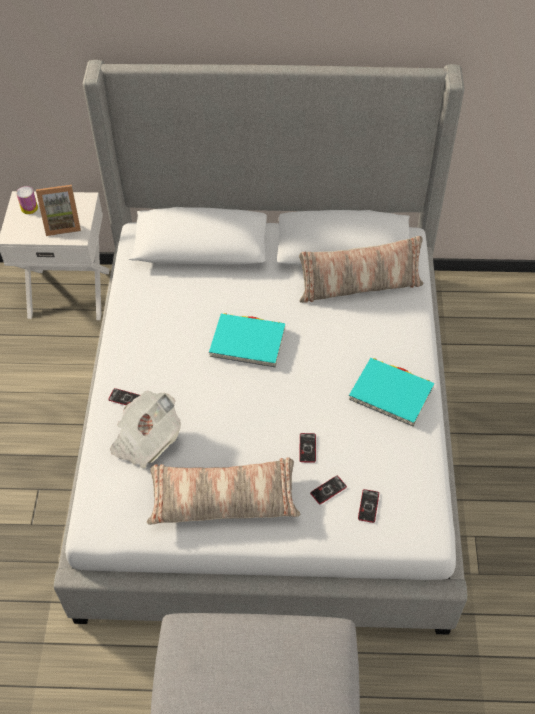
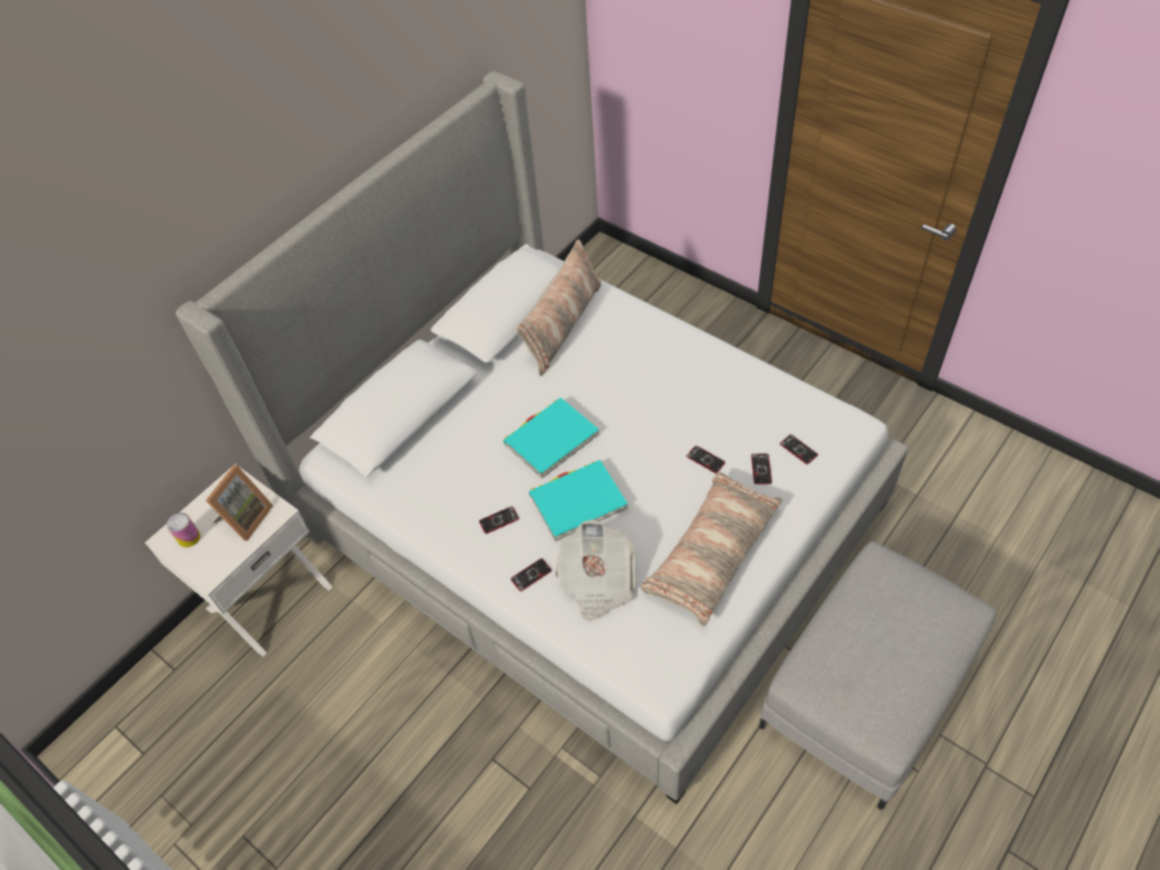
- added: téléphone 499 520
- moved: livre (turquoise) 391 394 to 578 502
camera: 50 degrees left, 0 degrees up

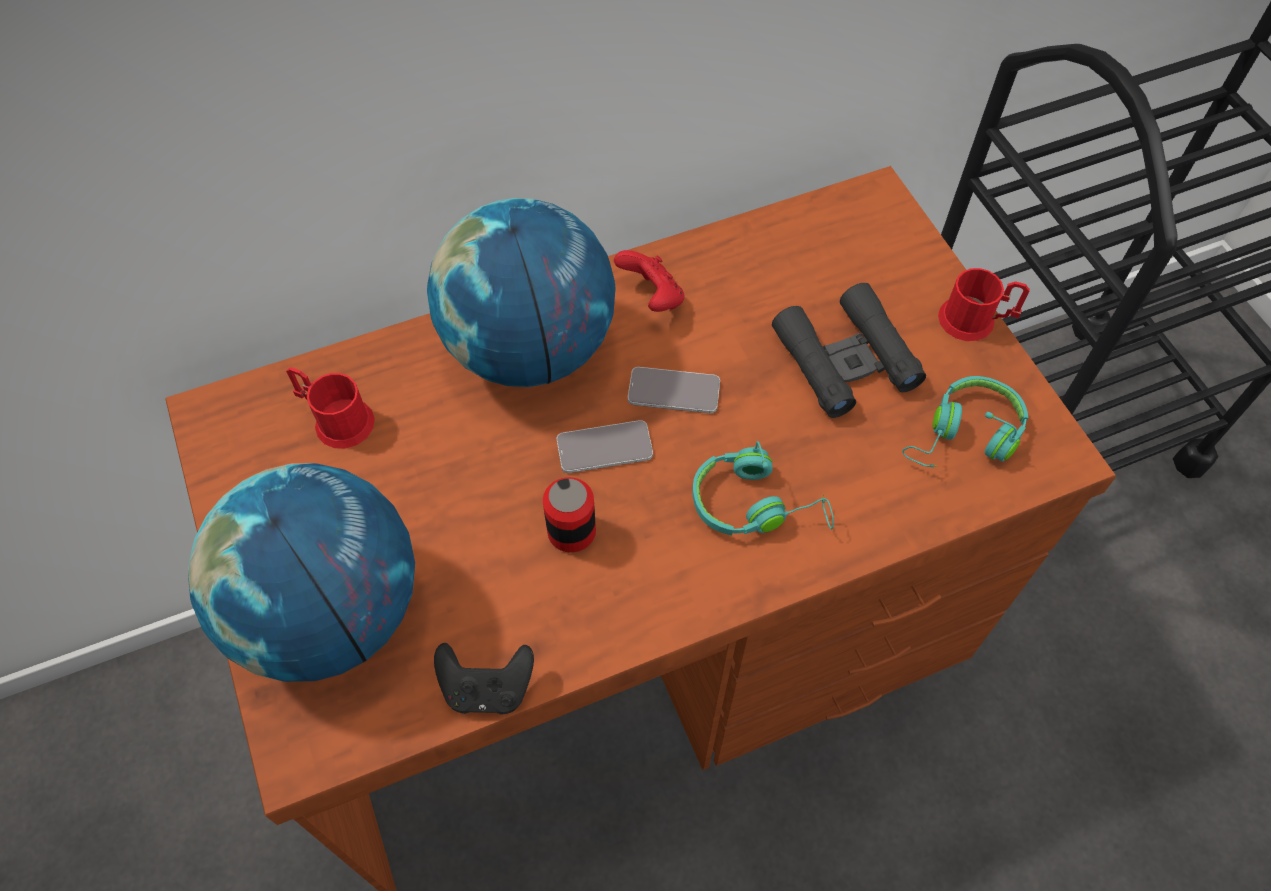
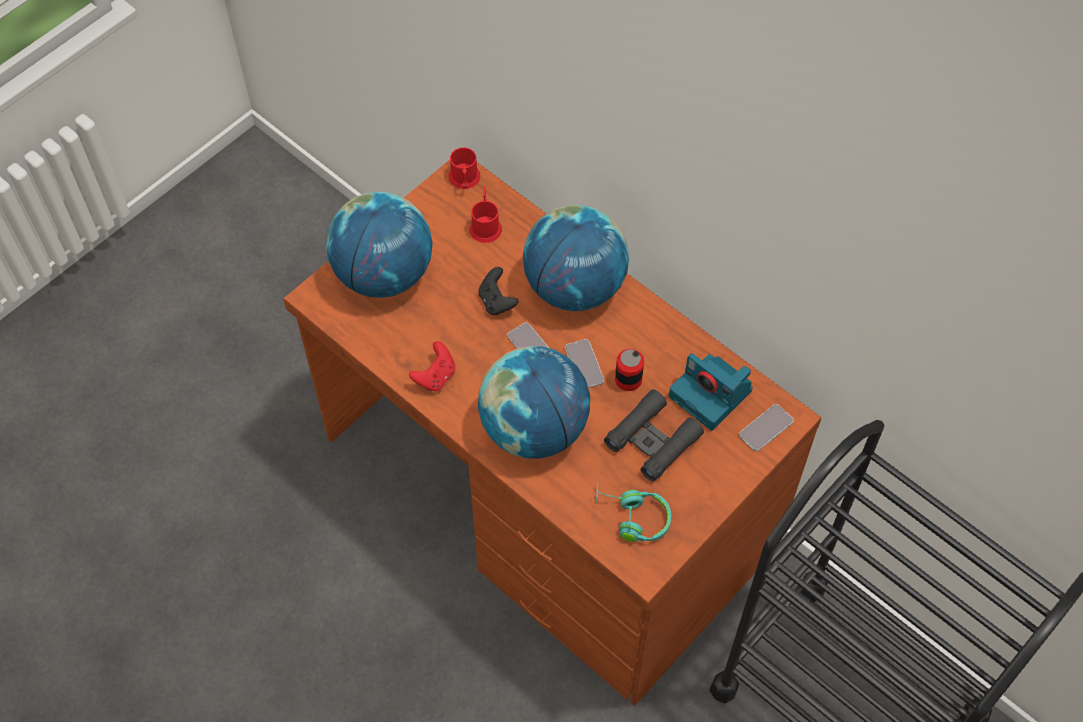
- added: appareil photo 712 394
- added: téléphone 766 428
- moved: manette (noir) 487 688 to 497 301
- moved: boîte métallique 571 531 to 628 380
- moved: manette (rouge) 652 297 to 435 376
- moved: mug (rouge) 975 321 to 464 180
- replaced: casque audio (turquoise) 756 503 to globe 534 428
camera: 65 degrees right, 0 degrees up

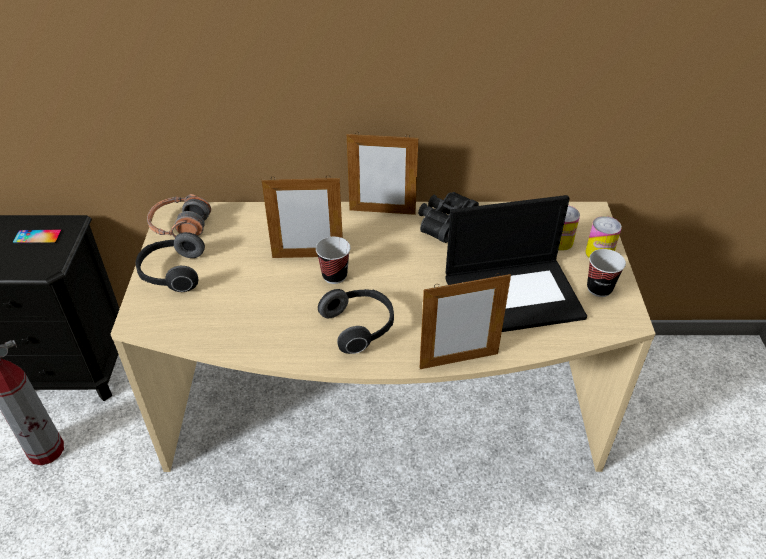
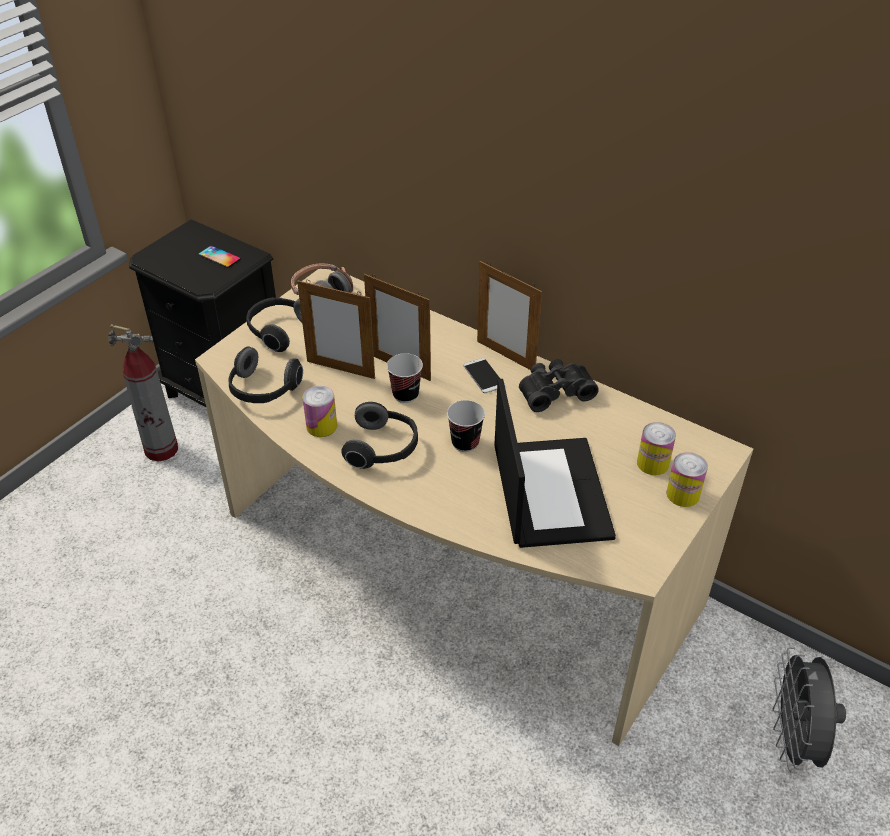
- added: casque audio 263 390
- added: boîte métallique 321 426
- added: téléphone 483 376
- added: ventilateur (gris) 793 741
- moved: cadre photo 458 361 to 340 369
- moved: tasse 599 288 to 465 443
- turned: ordinateur portable 514 295 = 549 491 120 degrees counterclockwise
camera: 35 degrees right, 0 degrees up

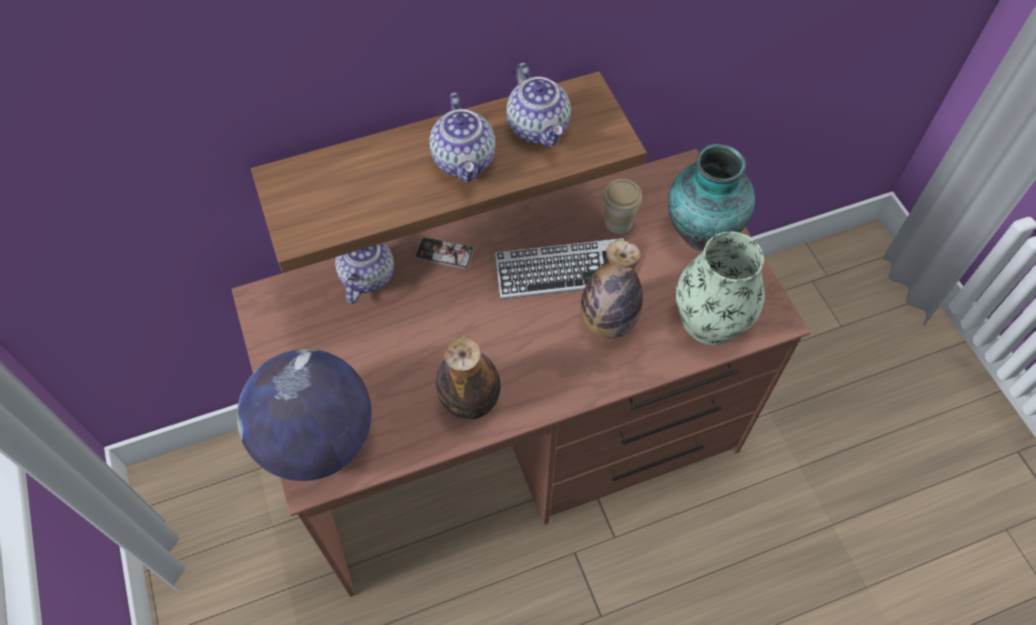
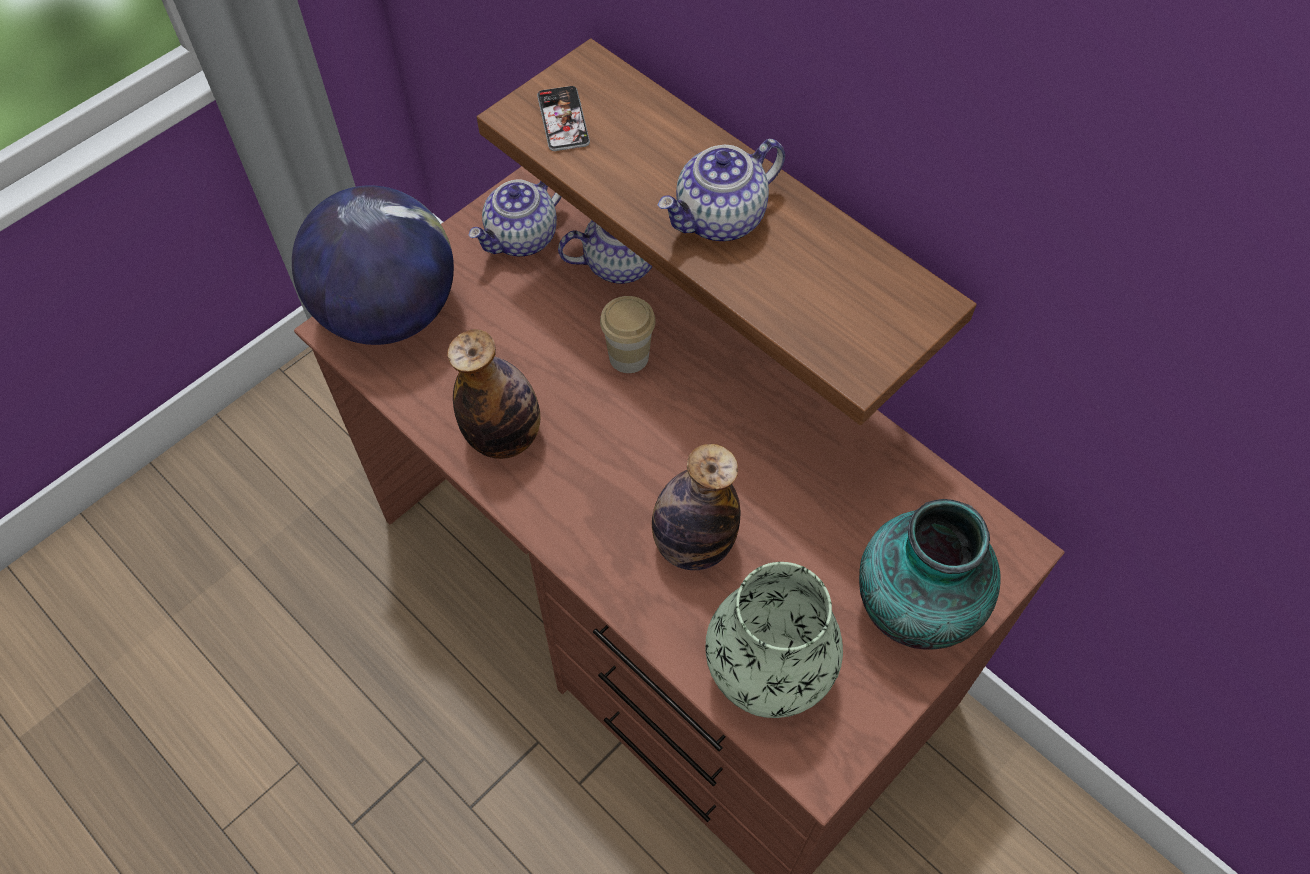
- removed: clavier 561 273
- moved: téléphone 444 253 to 563 119
- moved: théière 539 128 to 522 238
- moved: tasse 618 222 to 628 356
camera: 65 degrees right, 0 degrees up

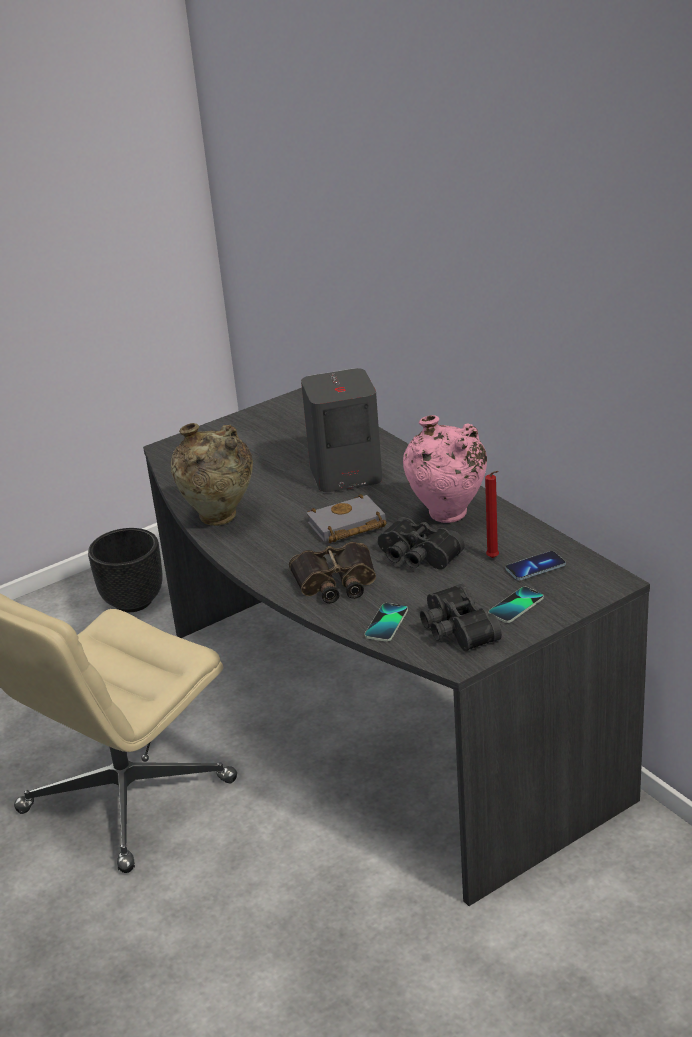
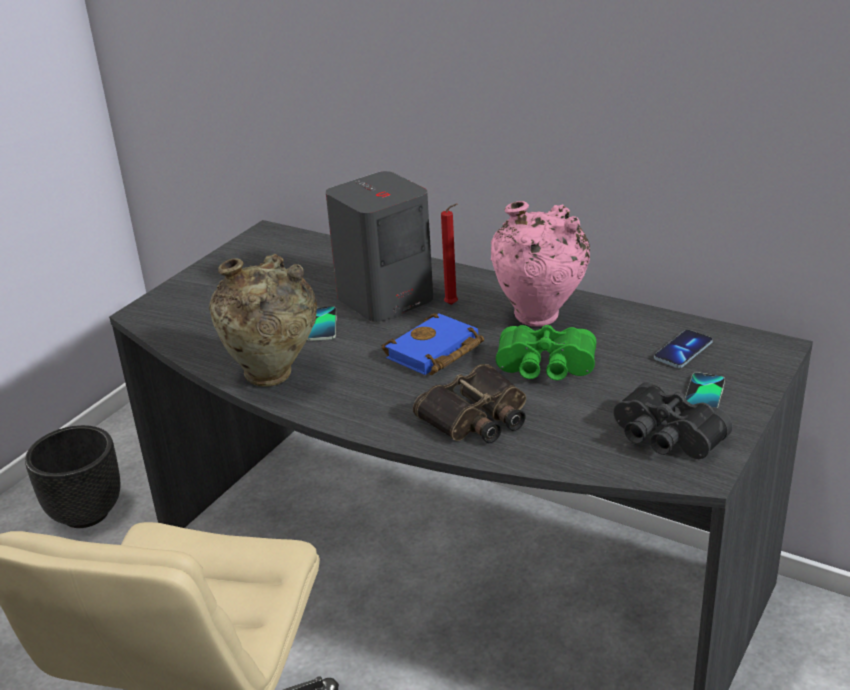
- moved: téléphone 386 623 to 322 325
- moved: bougie (rouge) 494 558 to 453 305
- recoloured: livre (gris) 346 526 to livre (bleu) 434 353
- recoloured: jumelles (noir) 417 557 to jumelles (vert) 545 368
camera: 25 degrees left, 0 degrees up

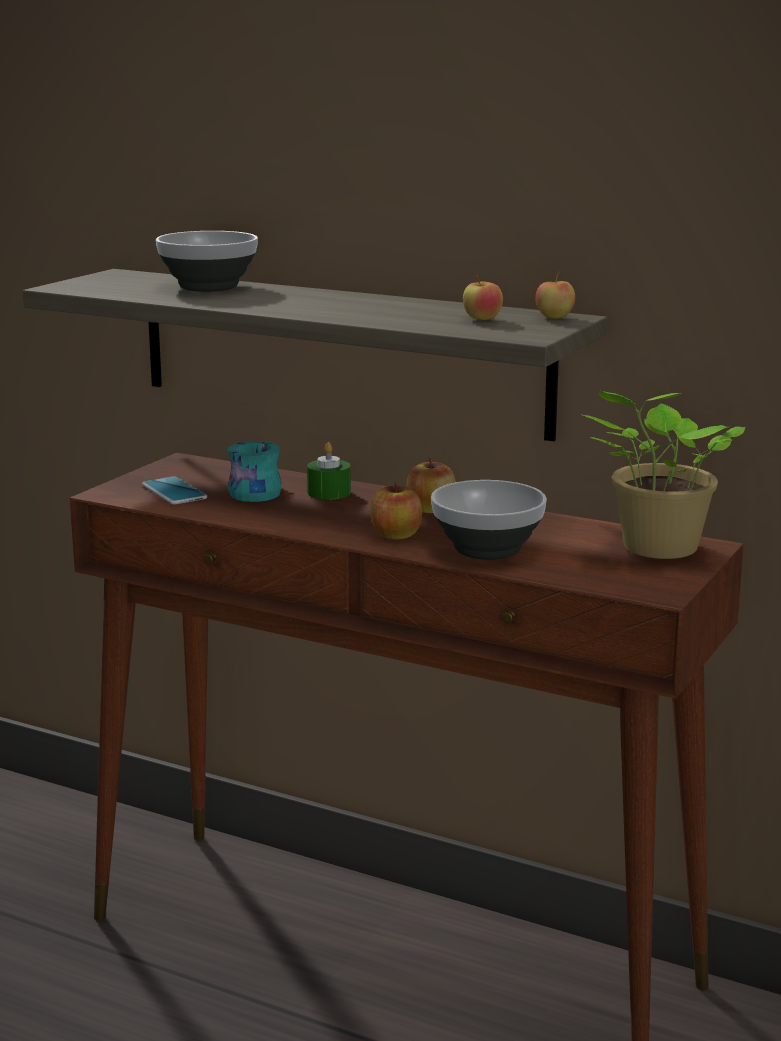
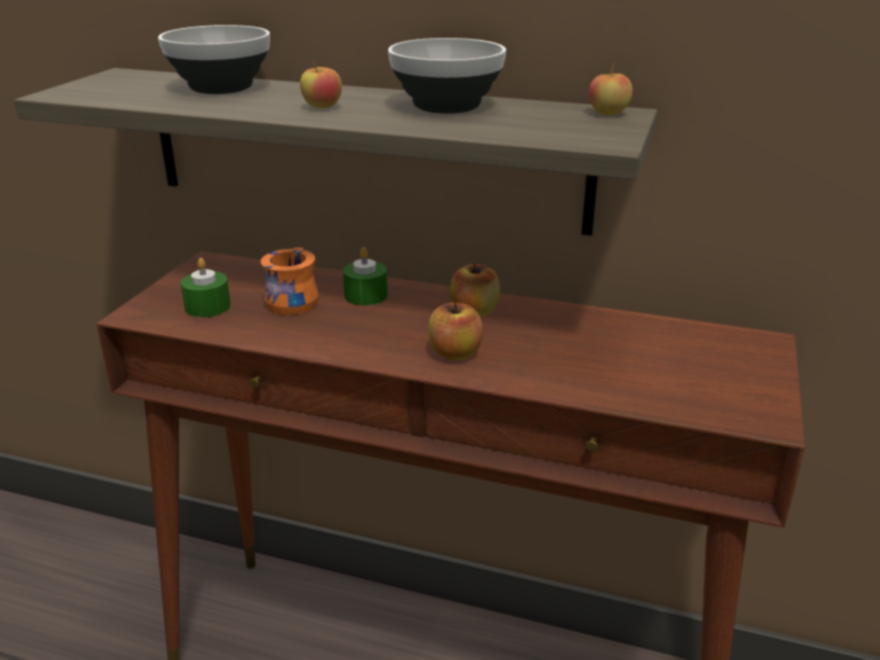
- removed: plante en pot 655 549
- moved: bol 485 549 to 445 106
- moved: pomme 482 319 to 322 107
- replaced: téléphone 174 492 to bougie (vert) 208 307
- recoloured: mug (turquoise) 254 491 to mug (orange) 290 299
camera: 10 degrees left, 10 degrees up

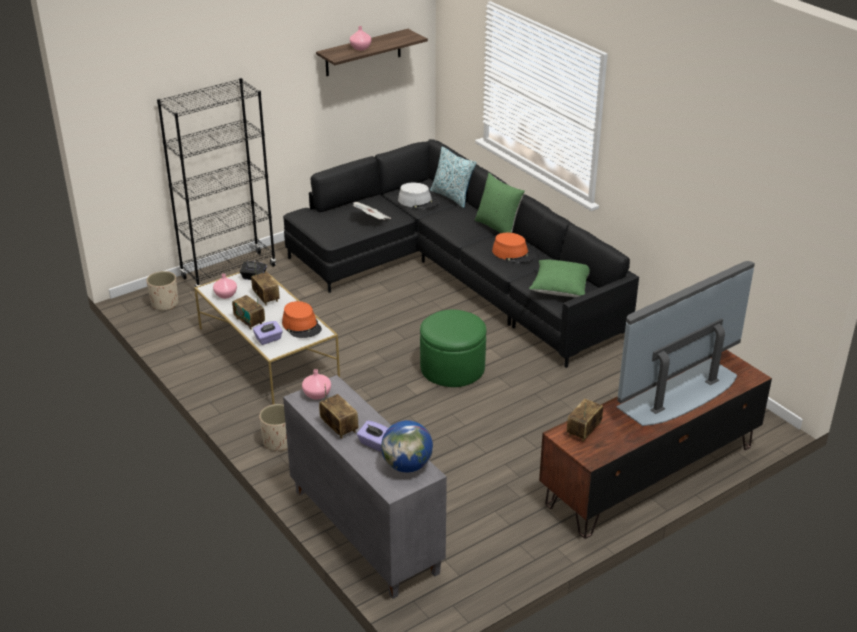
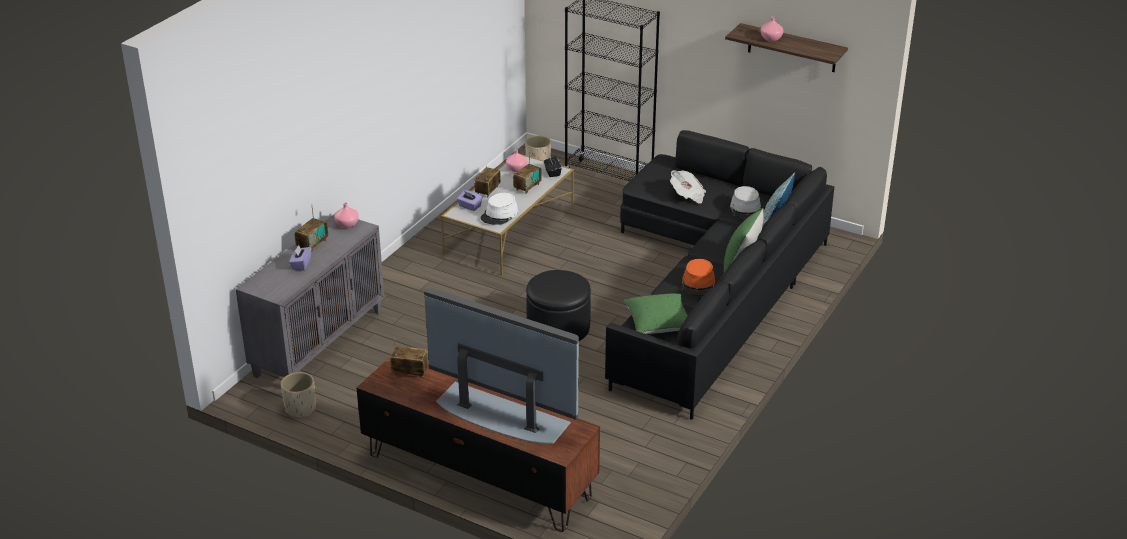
- removed: globe 407 466
- moved: cache-pot (beige) 278 442 to 300 409
- recoloured: chapeau (orange) 302 326 to chapeau (blanc) 499 215
- recoloured: pouf (vert) 452 368 to pouf (noir) 558 327
camera: 65 degrees right, 0 degrees up

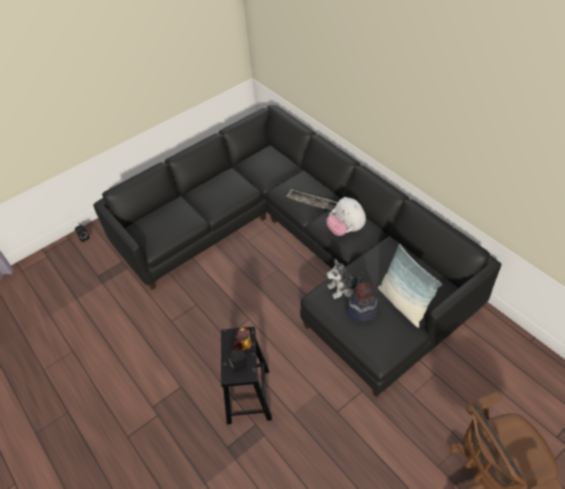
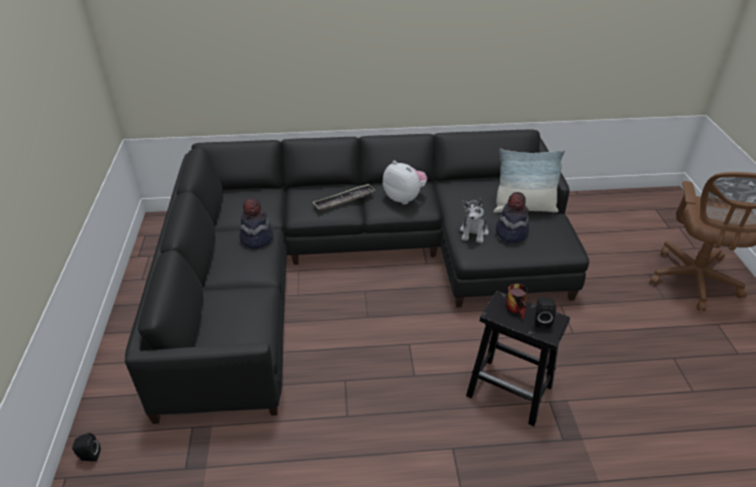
- added: chapeau 256 238
- turned: peluche 345 229 = 404 198 135 degrees counterclockwise
camera: 60 degrees left, 10 degrees down

